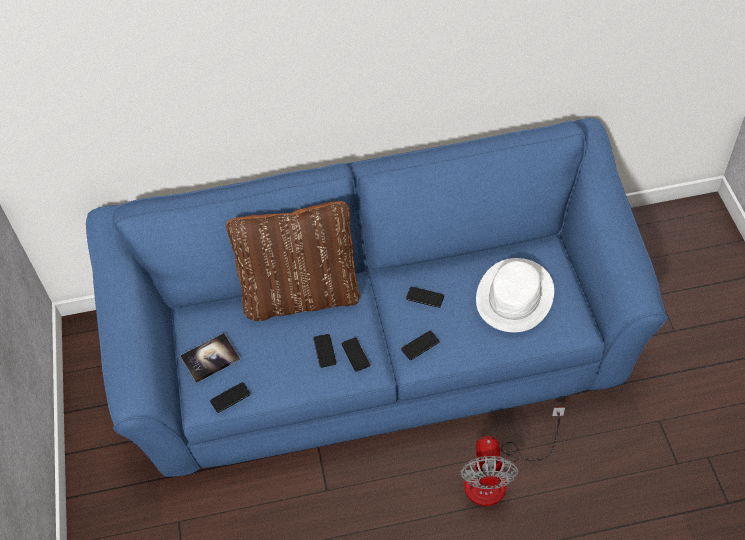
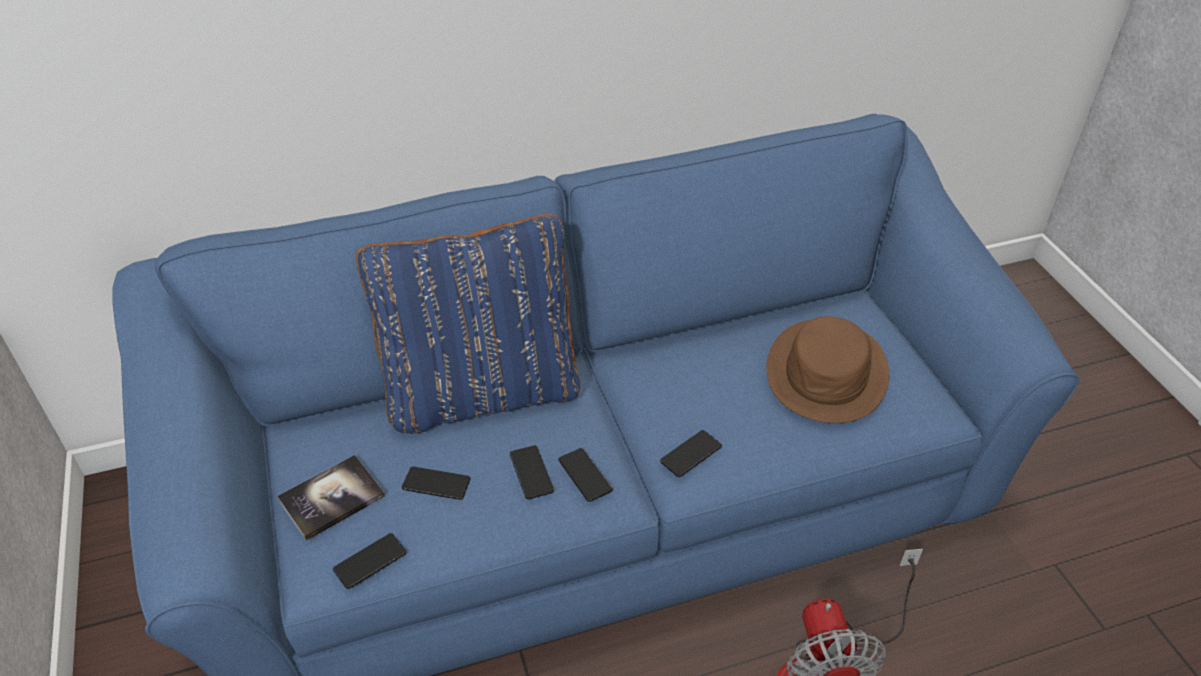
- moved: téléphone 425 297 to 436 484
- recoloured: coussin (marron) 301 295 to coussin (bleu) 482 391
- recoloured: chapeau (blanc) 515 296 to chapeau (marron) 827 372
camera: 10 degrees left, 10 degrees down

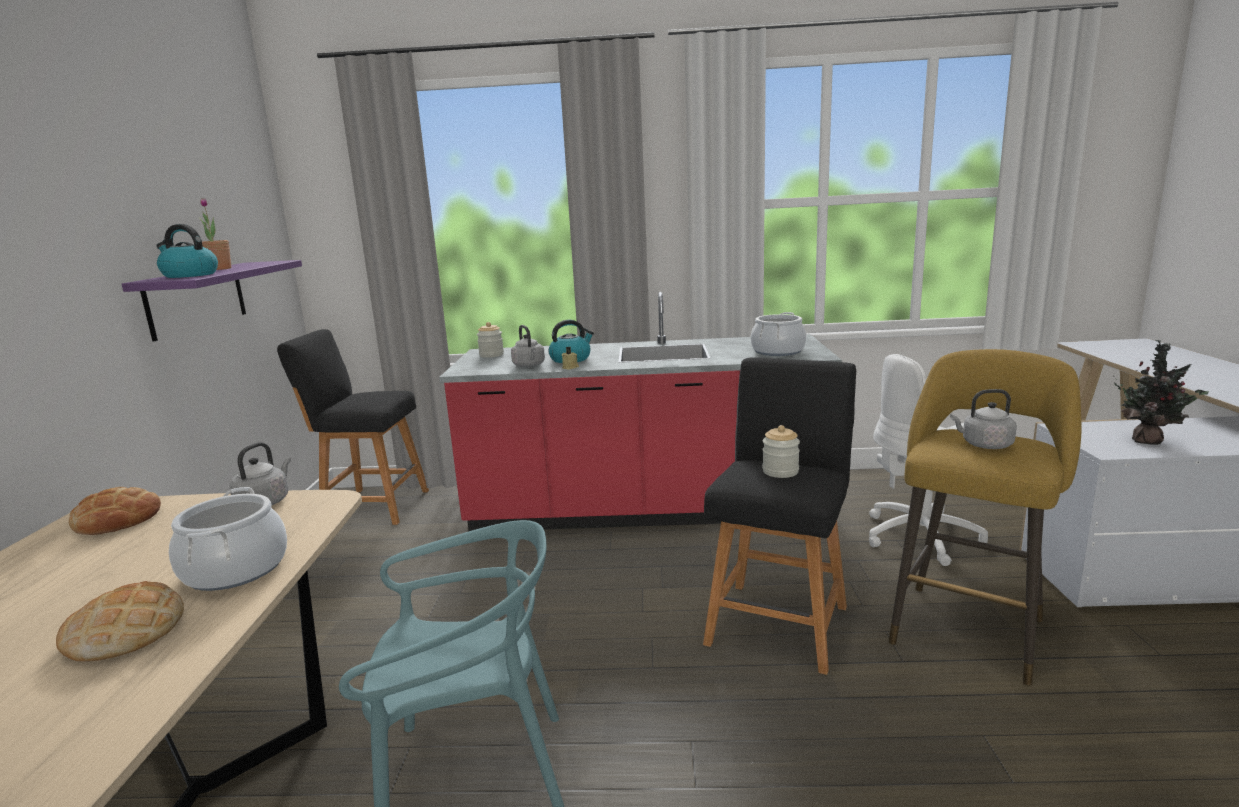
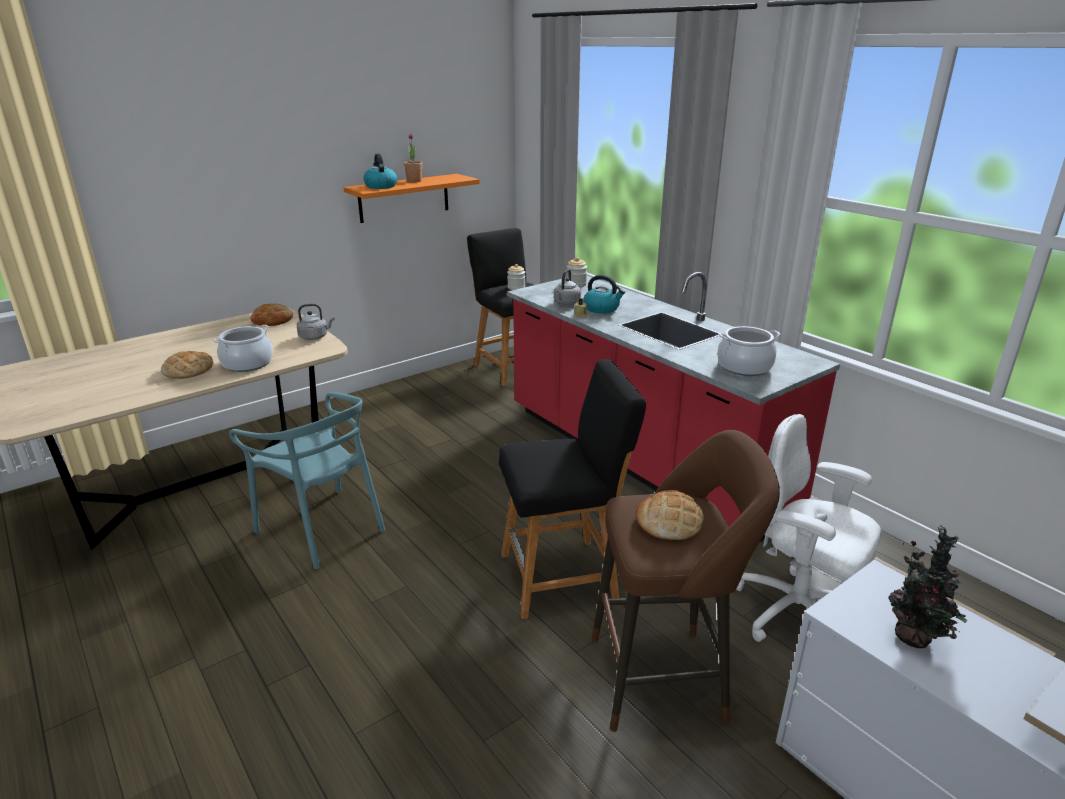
- moved: bocal 780 471 to 516 288
- replaced: bouilloire (gris) 984 445 to pain 668 521
- recoloured: étagère (violet) 197 299 to étagère (orange) 404 198
- recoloured: tabouret (jaune) 969 626 to tabouret (marron) 665 677
camera: 50 degrees right, 10 degrees up

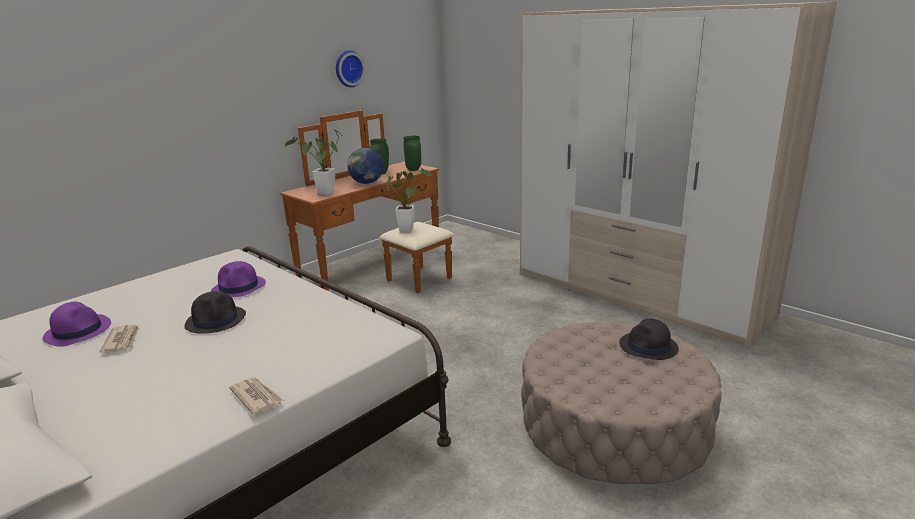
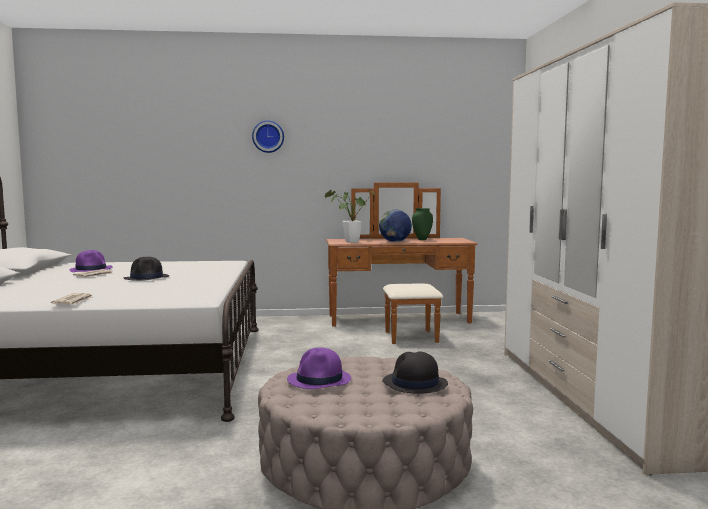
- removed: plante en pot 407 228
- removed: vase (vert) 413 170
- moved: chapeau (violet) 239 287 to 319 380
- moved: horloge murale 348 69 to 268 136
camera: 40 degrees right, 15 degrees down

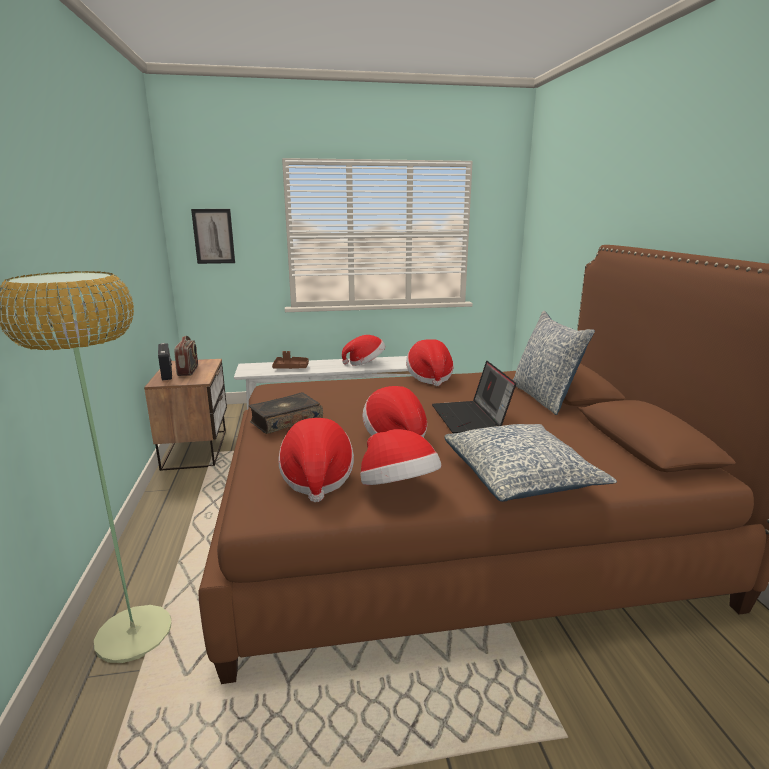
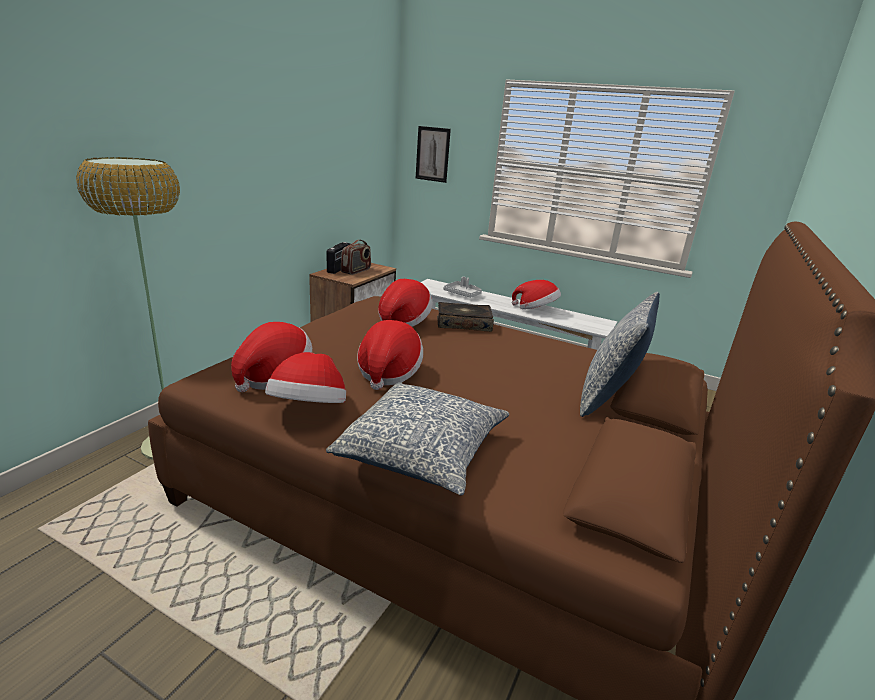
- removed: ordinateur portable 471 418
- moved: livre 285 421 to 463 324
- moved: chapeau 429 377 to 403 321
- recoloured: plateau (marron) 291 367 to plateau (gris) 463 294
camera: 35 degrees right, 5 degrees up

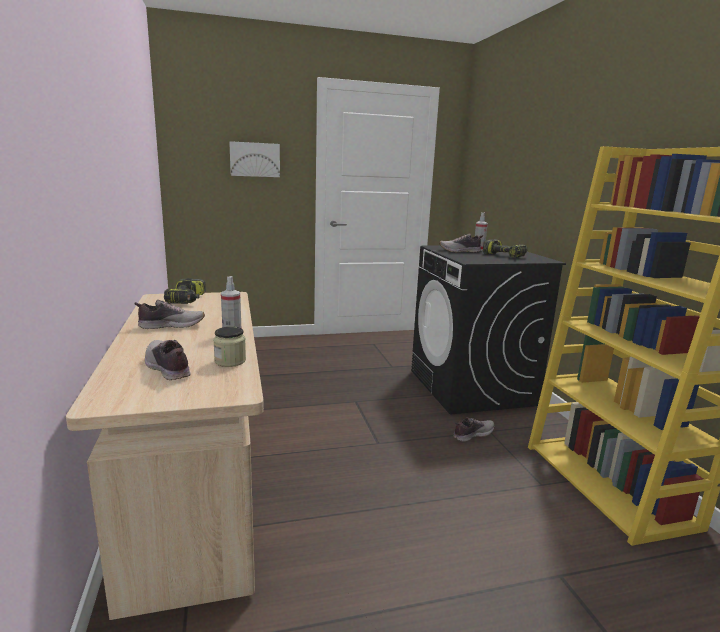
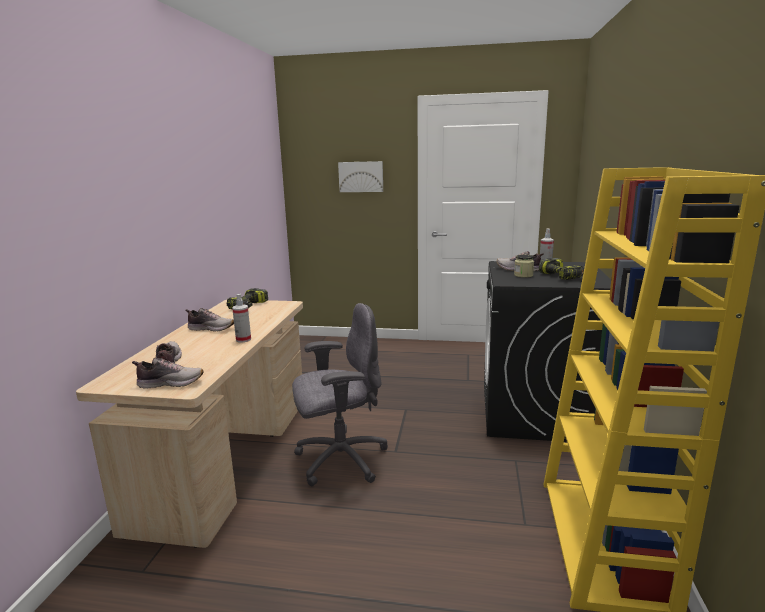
- added: chaise de bureau (gris) 340 460
- moved: bocal 230 361 to 523 275
- moved: chaussure 472 434 to 170 383
camera: 25 degrees right, 0 degrees up

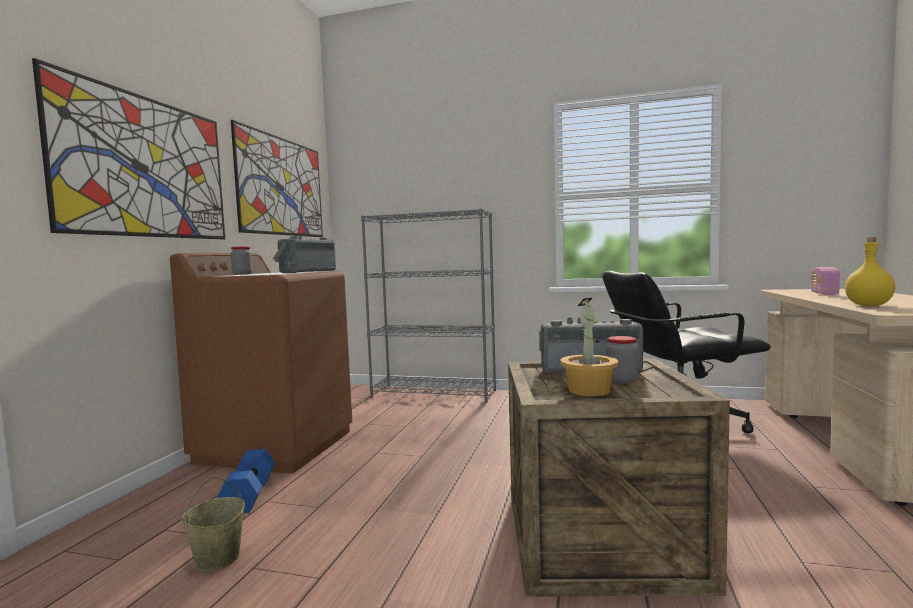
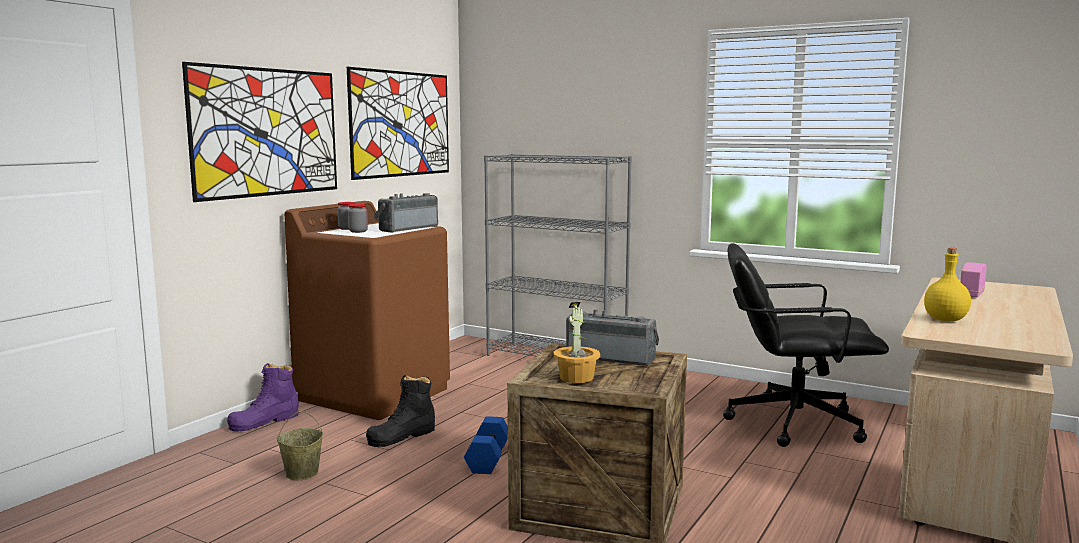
- added: botte (violet) 264 421
- added: botte (noir) 402 436
- moved: haltère (bleu) 248 495 to 487 458
- moved: bocal 622 380 to 358 231
camera: 15 degrees right, 5 degrees up

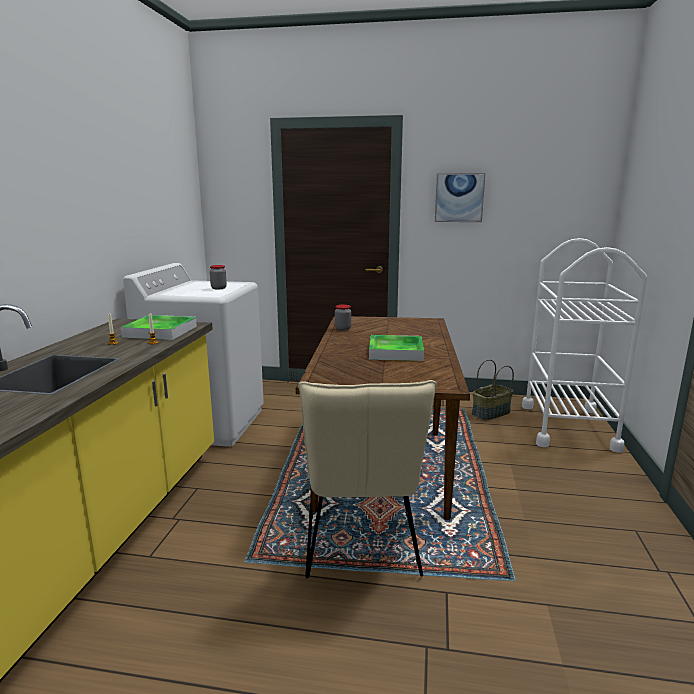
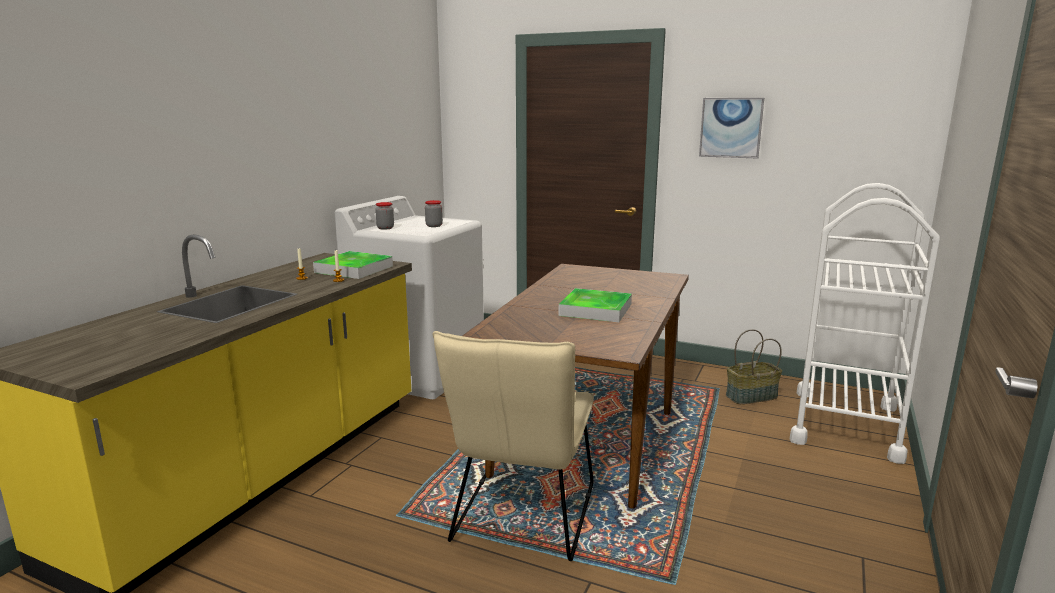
- moved: bocal 343 329 to 385 228
camera: 15 degrees right, 0 degrees up

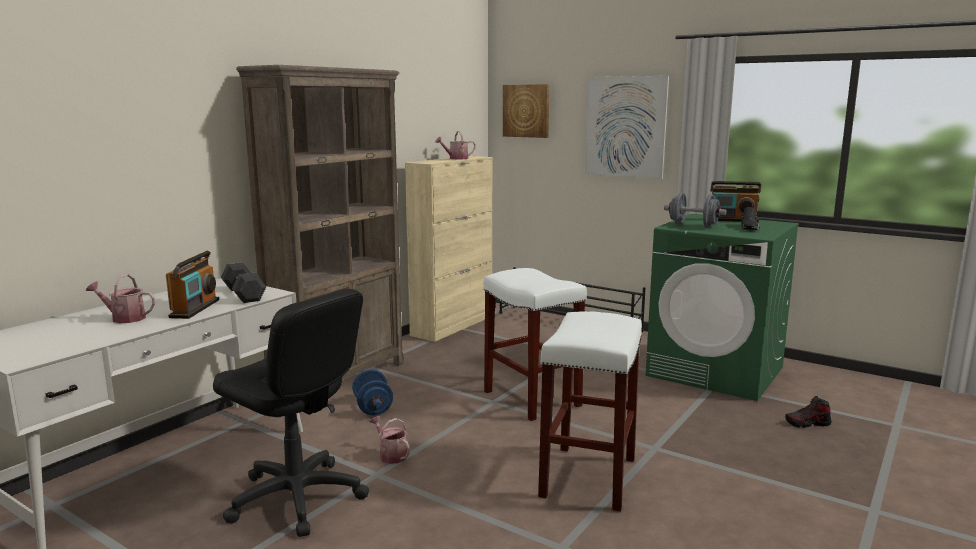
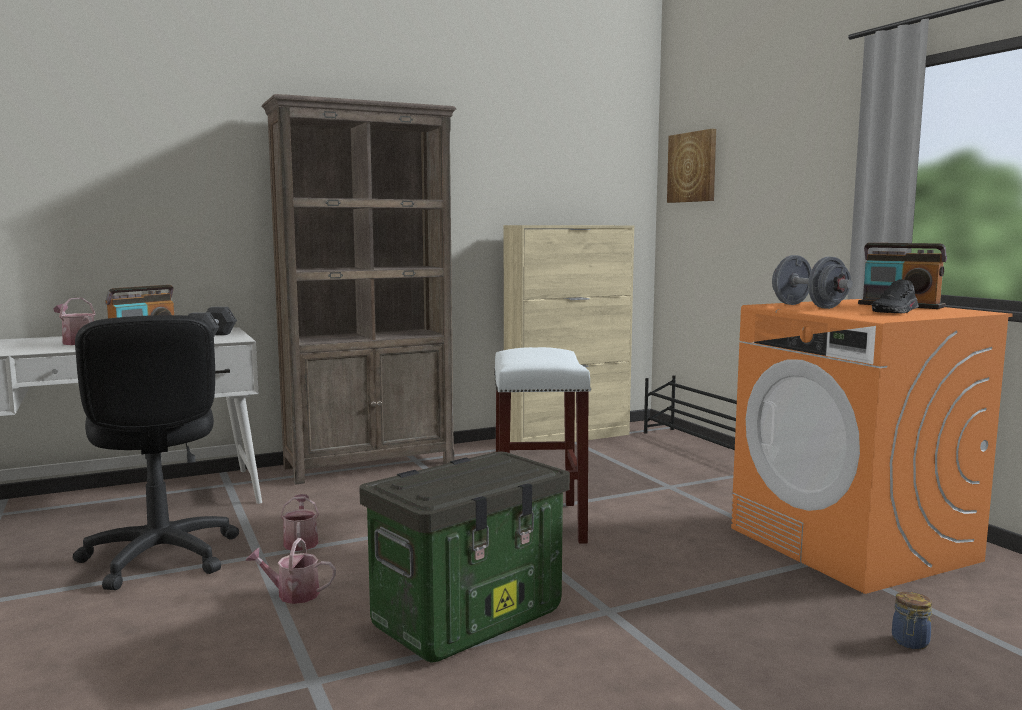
- removed: haltère (bleu) 373 408
- removed: tableau 625 127
- moved: arrosoir 456 158 to 292 594
- replaced: tabouret (blanc) 588 476 to boîte de rangement 469 618
- replaced: chaussure 807 423 to bocal 910 642
- recoloured: lave-linge (vert) 716 371 to lave-linge (orange) 853 544
camera: 30 degrees right, 5 degrees down

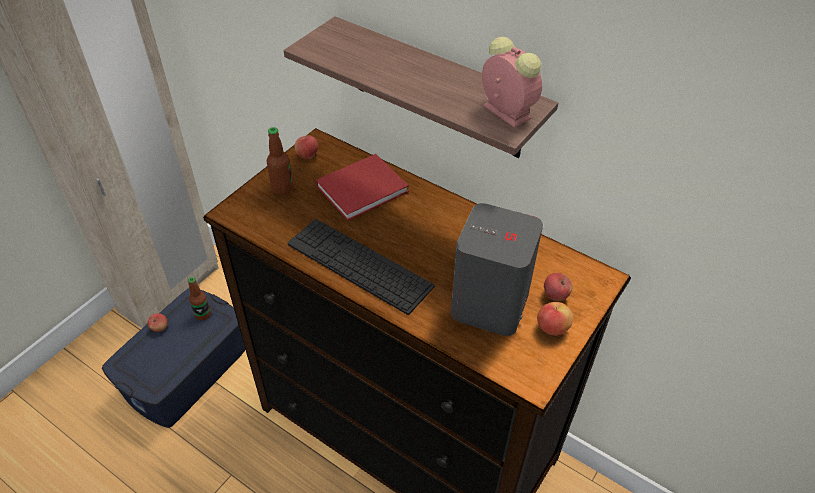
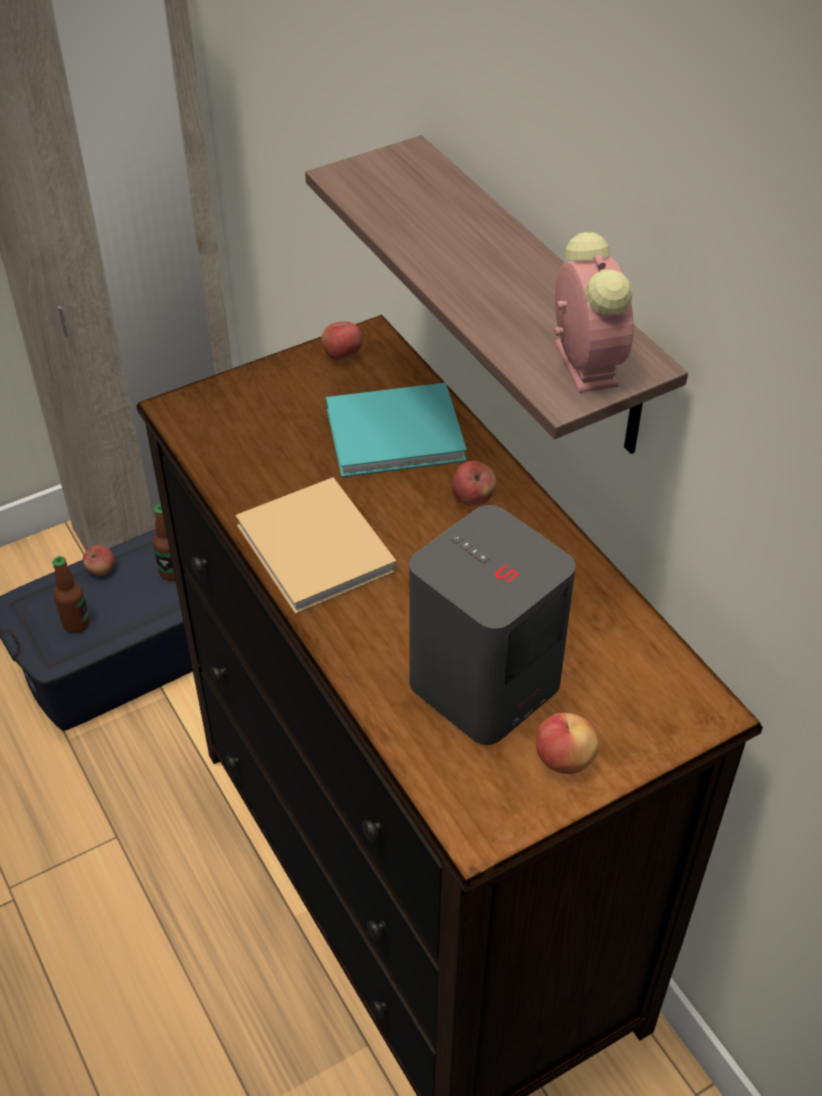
- moved: bouteille 282 188 to 76 624
- moved: pomme 555 295 to 472 499
- replaced: clavier 359 265 to livre (beige) 317 552
- recoloured: livre (rouge) 364 188 to livre (turquoise) 399 433
camera: 25 degrees right, 0 degrees up

